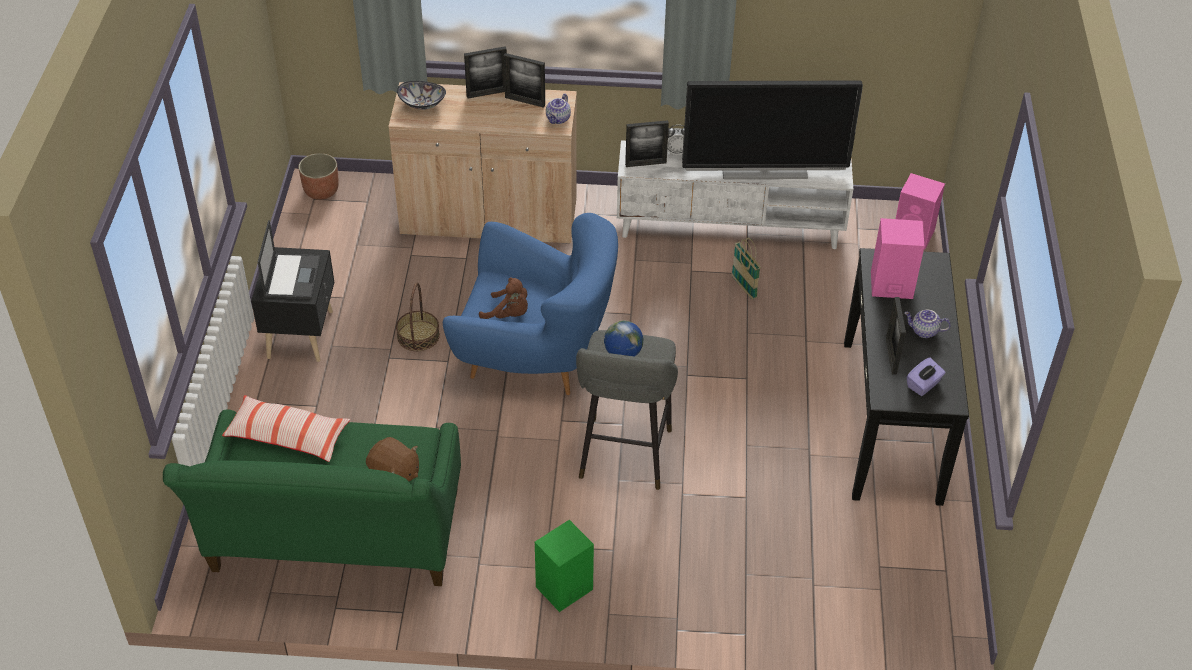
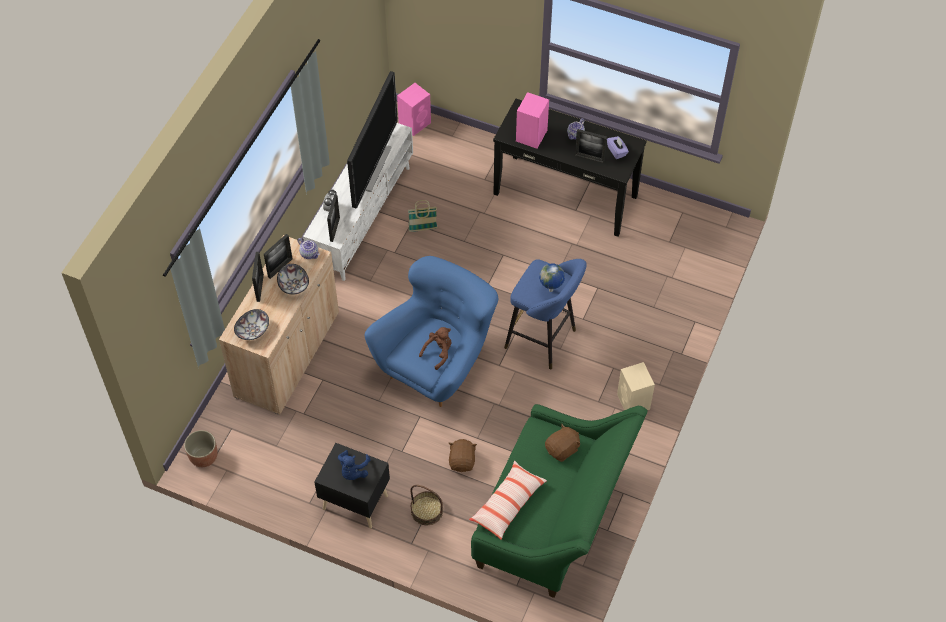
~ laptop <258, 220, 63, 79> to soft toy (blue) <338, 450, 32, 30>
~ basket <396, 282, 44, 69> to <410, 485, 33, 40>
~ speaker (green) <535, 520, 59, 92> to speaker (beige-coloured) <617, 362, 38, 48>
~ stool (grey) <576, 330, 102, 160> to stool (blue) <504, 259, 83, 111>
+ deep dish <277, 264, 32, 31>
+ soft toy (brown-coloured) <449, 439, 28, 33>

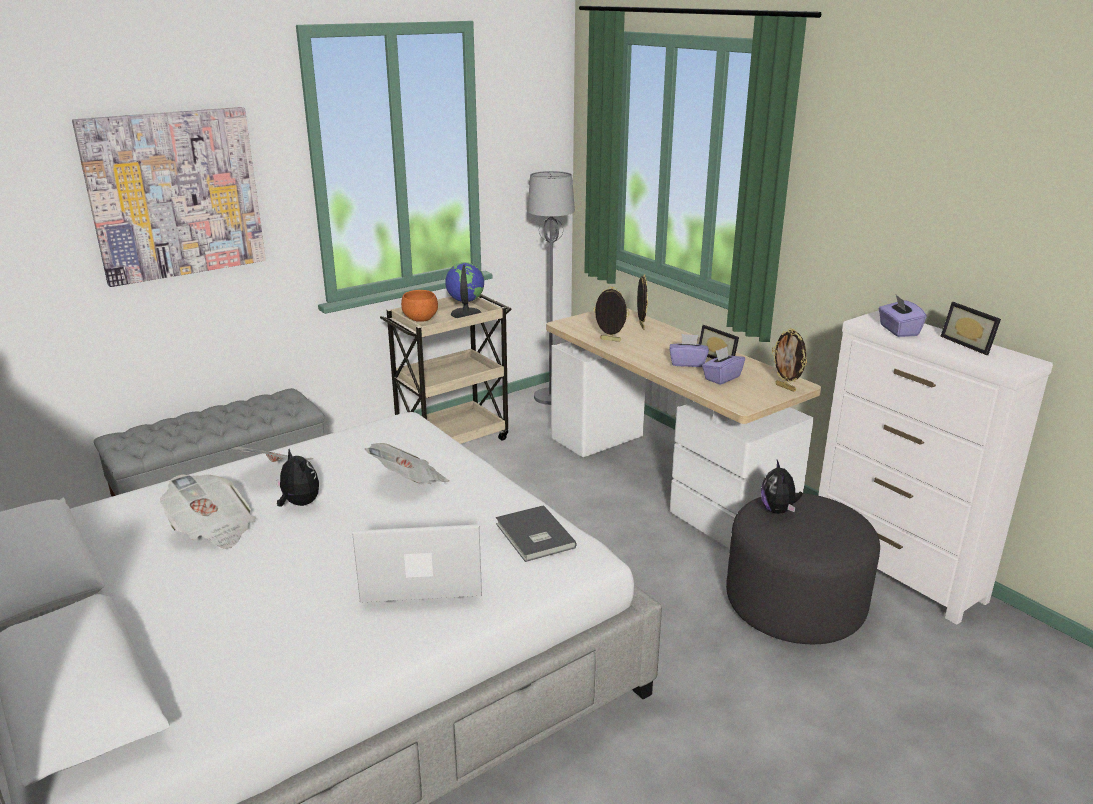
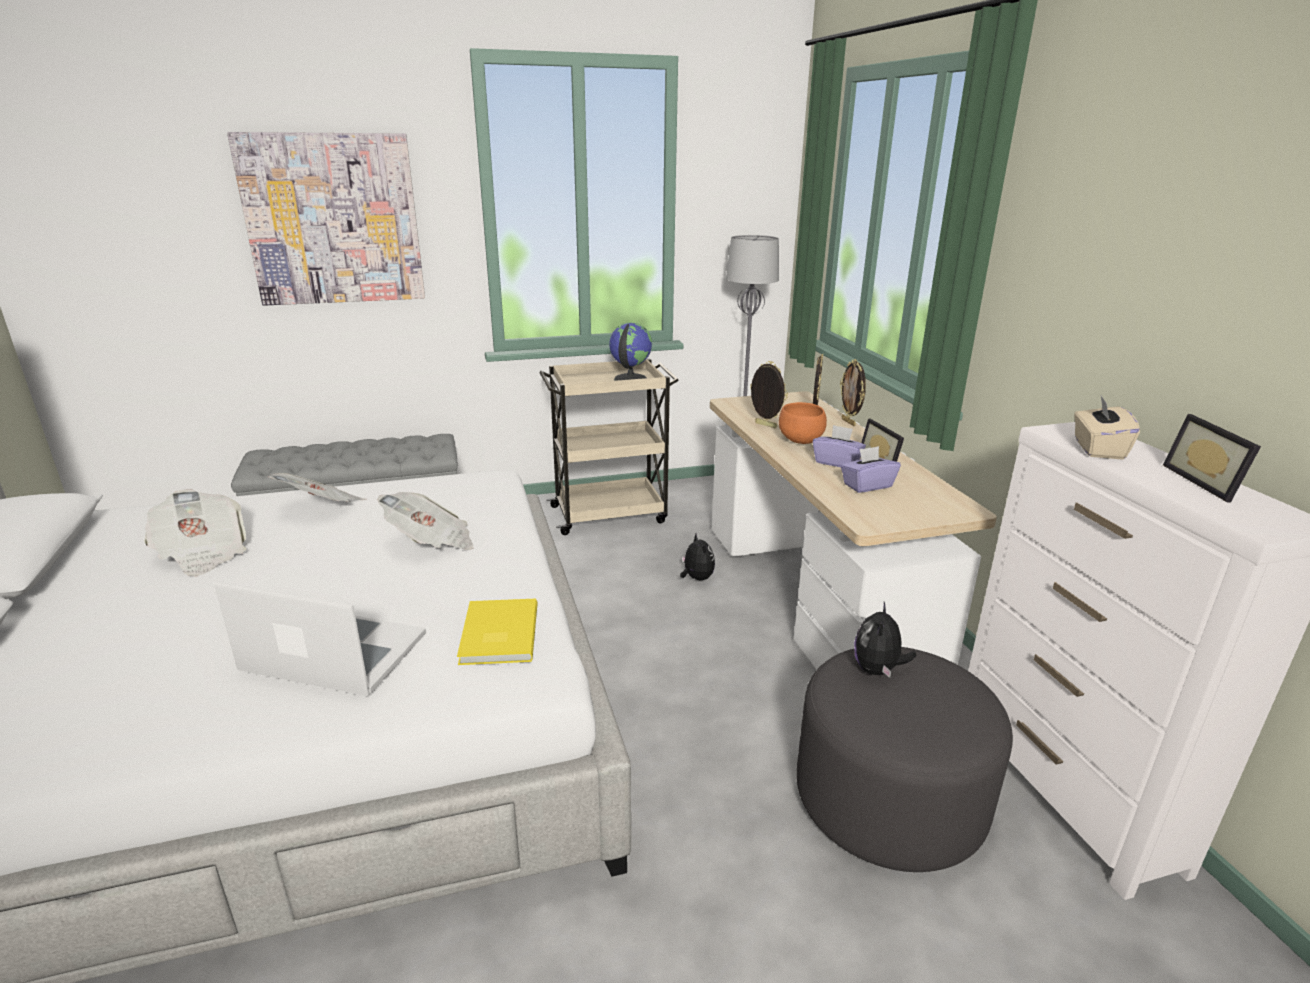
~ soft toy <276, 449, 43, 57> to <680, 534, 35, 46>
~ deep dish (orange-coloured) <401, 290, 37, 32> to <779, 402, 48, 42>
~ volume (grey) <496, 505, 81, 57> to volume (yellow) <457, 599, 81, 66>
~ picture frame <772, 328, 35, 64> to <840, 359, 26, 67>
~ box of tissues (purple) <878, 295, 49, 42> to box of tissues (beige-coloured) <1074, 396, 66, 64>

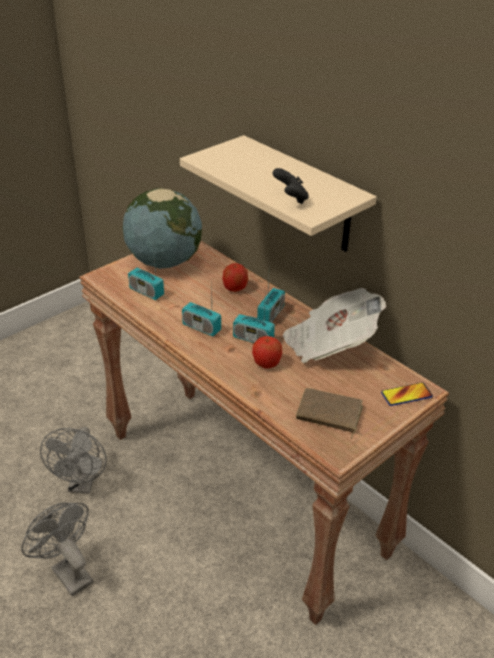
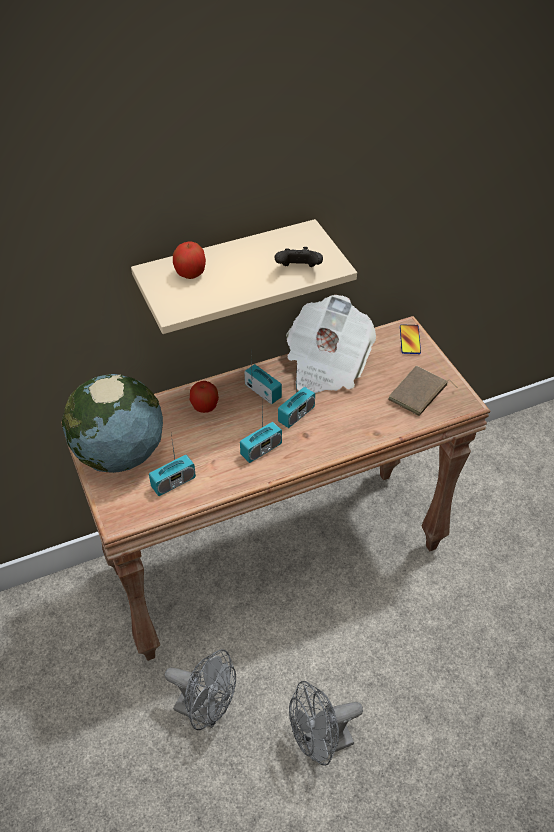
~ whole apple <252, 336, 30, 33> to <173, 242, 33, 37>

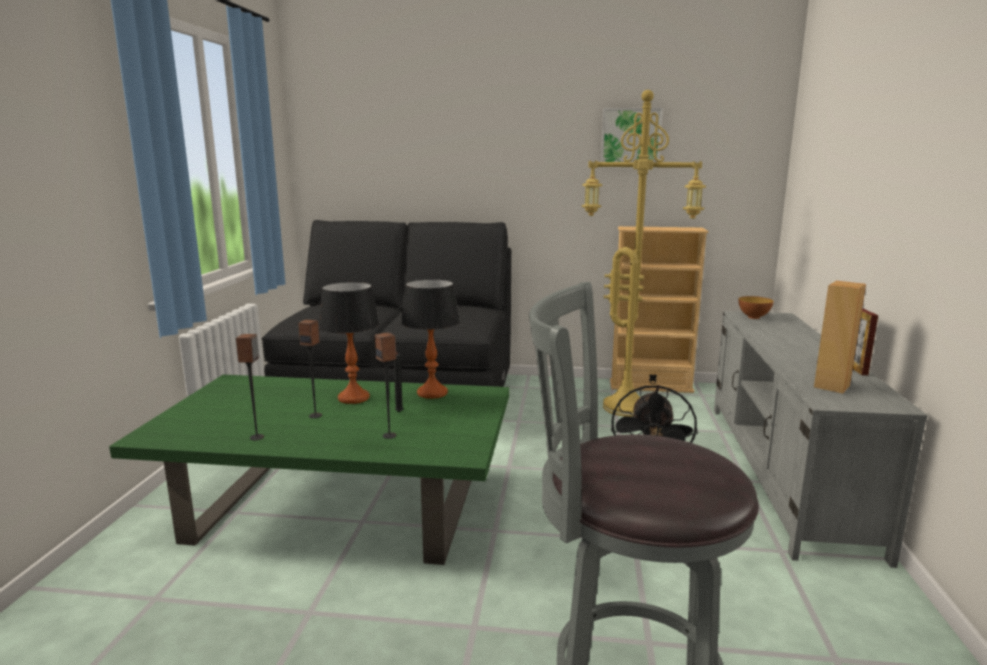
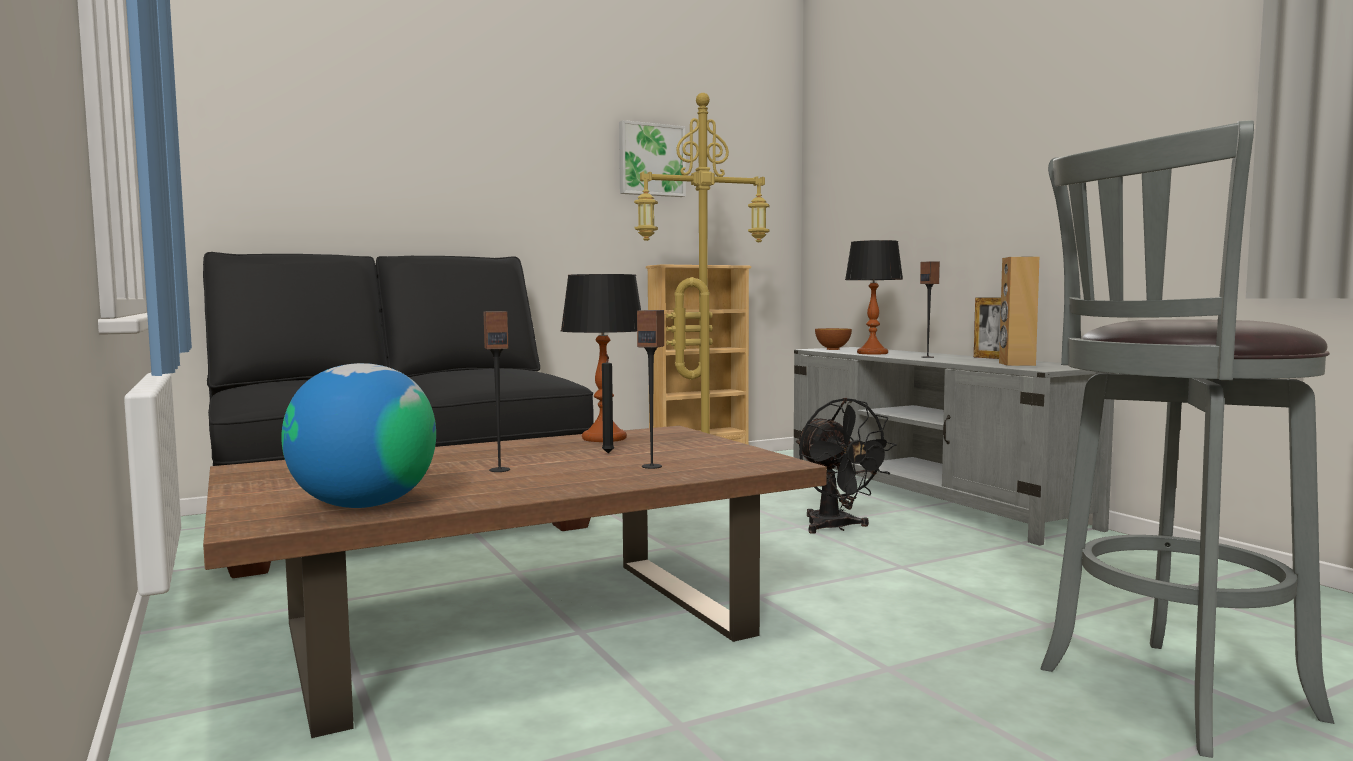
~ coffee table (green) <109, 375, 400, 190> to coffee table (brown-coloured) <203, 426, 624, 312>
~ speaker <236, 334, 28, 106> to <920, 261, 20, 97>
~ table lamp <318, 281, 62, 123> to <845, 240, 58, 115>
+ globe <281, 363, 155, 145>

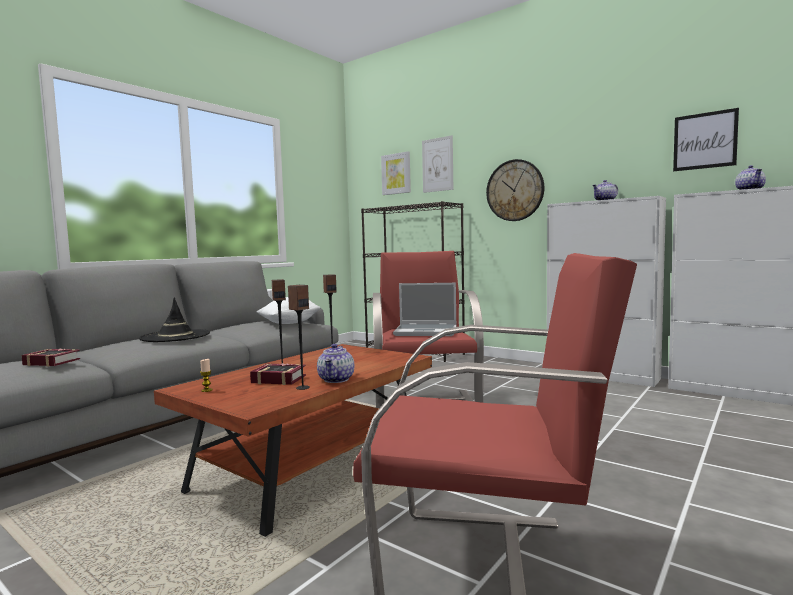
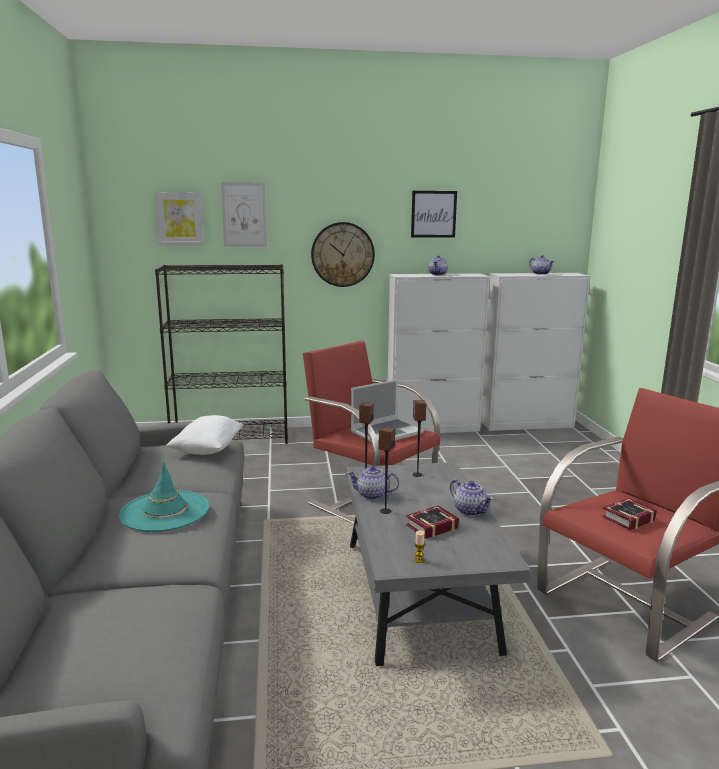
~ volume <21, 348, 59, 19> to <602, 498, 55, 32>
~ hat (blackish) <139, 297, 71, 45> to hat (turquoise) <119, 462, 90, 70>
~ coffee table (brown-coloured) <154, 344, 278, 193> to coffee table (grey) <345, 462, 186, 204>
~ speaker <288, 285, 22, 105> to <413, 400, 13, 77>
~ wall picture <673, 108, 66, 63> to <411, 191, 46, 47>
+ teapot <347, 466, 52, 34>

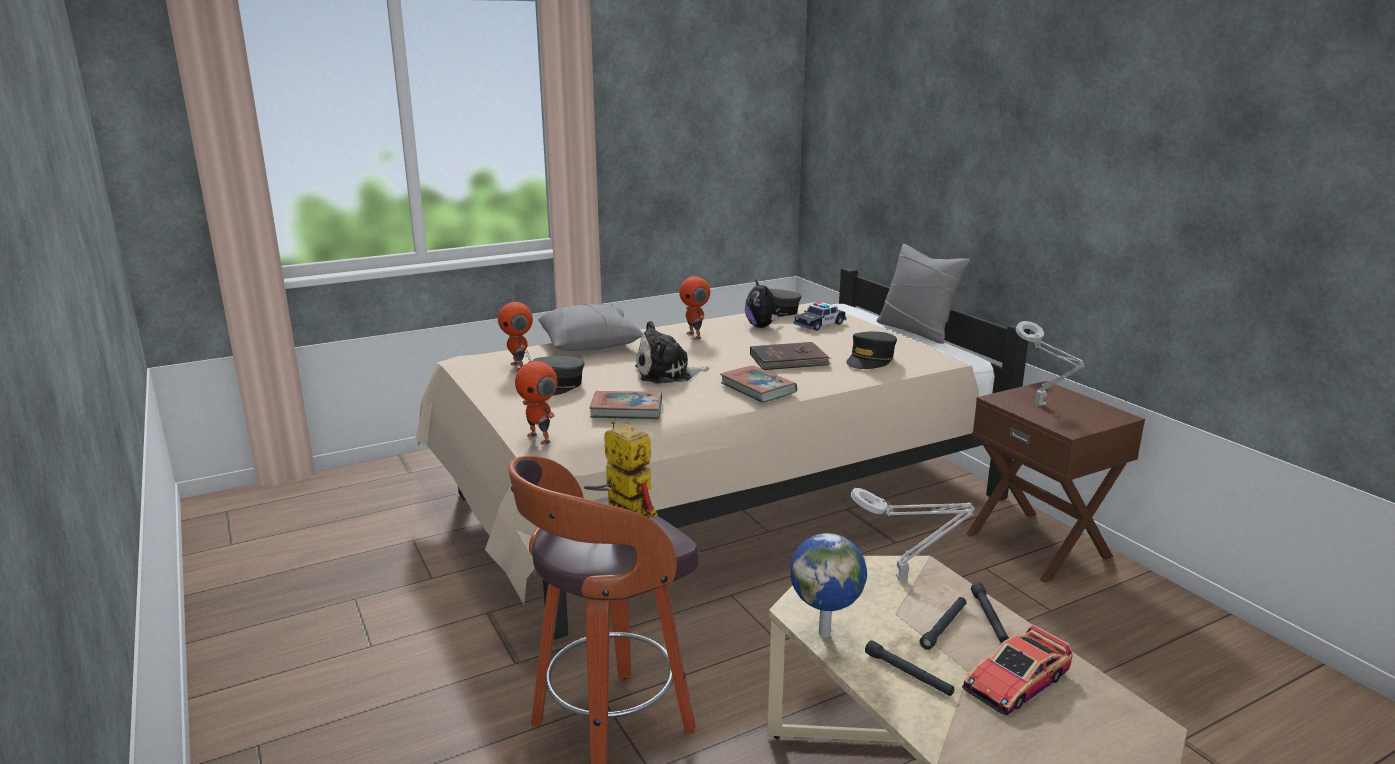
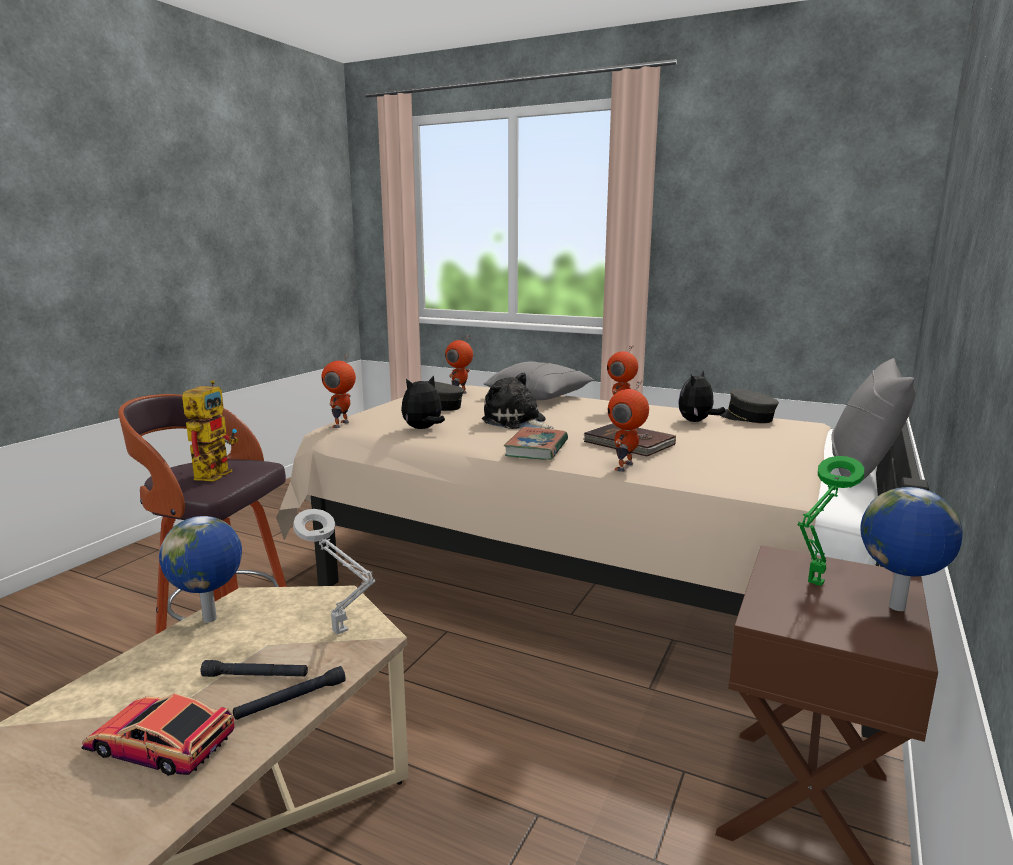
~ volume <590, 391, 72, 28> to soft toy <401, 375, 44, 54>
- model car <793, 302, 54, 29>
- cap (blackish) <846, 331, 51, 38>
- flashlight (blackish) <865, 640, 89, 56>
~ table lamp (grey) <1016, 321, 68, 85> to table lamp (green) <797, 456, 67, 130>
+ toy robot <608, 380, 41, 92>
+ globe <860, 487, 103, 124>

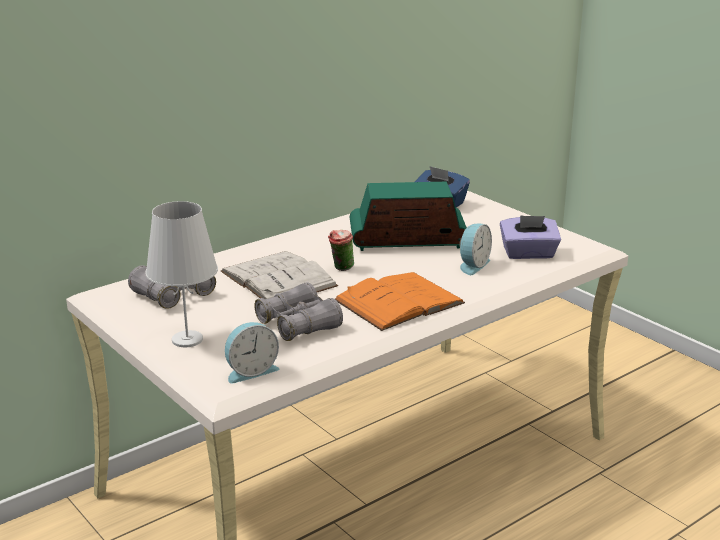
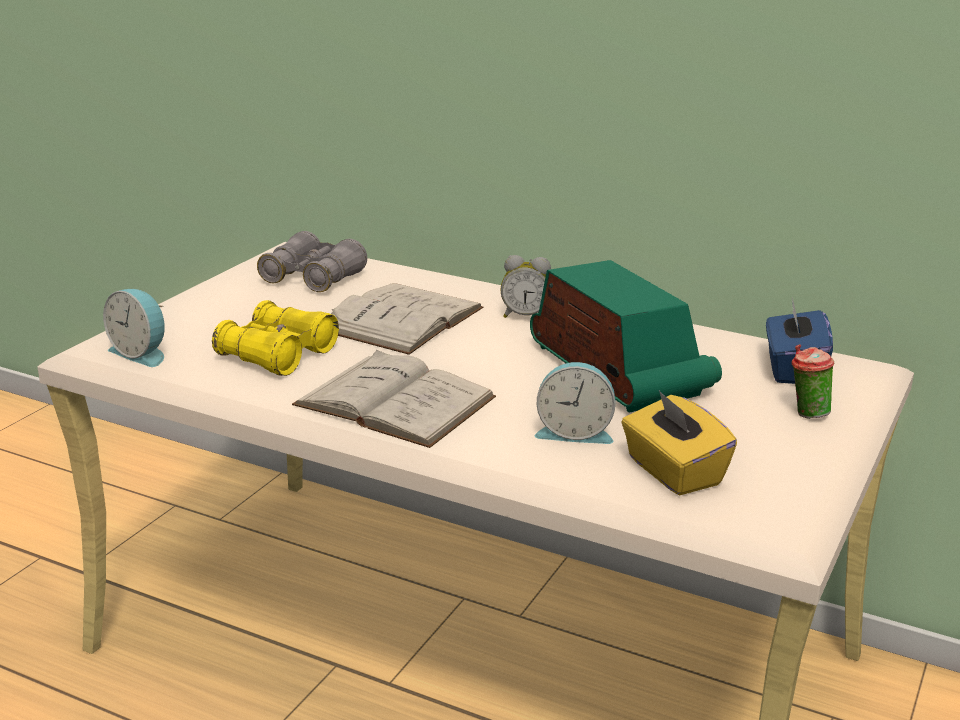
- table lamp (white-coloured) <145, 201, 73, 146>
~ pair of binoculars (grey) <254, 282, 89, 59> to pair of binoculars (yellow) <212, 300, 127, 76>
~ drinking cup <328, 230, 26, 41> to <792, 344, 42, 75>
~ volume (orange-coloured) <335, 272, 130, 59> to volume (white-coloured) <292, 350, 204, 98>
~ box of tissues (purple) <500, 215, 61, 44> to box of tissues (yellow) <621, 391, 116, 104>
+ alarm clock <500, 255, 51, 63>

